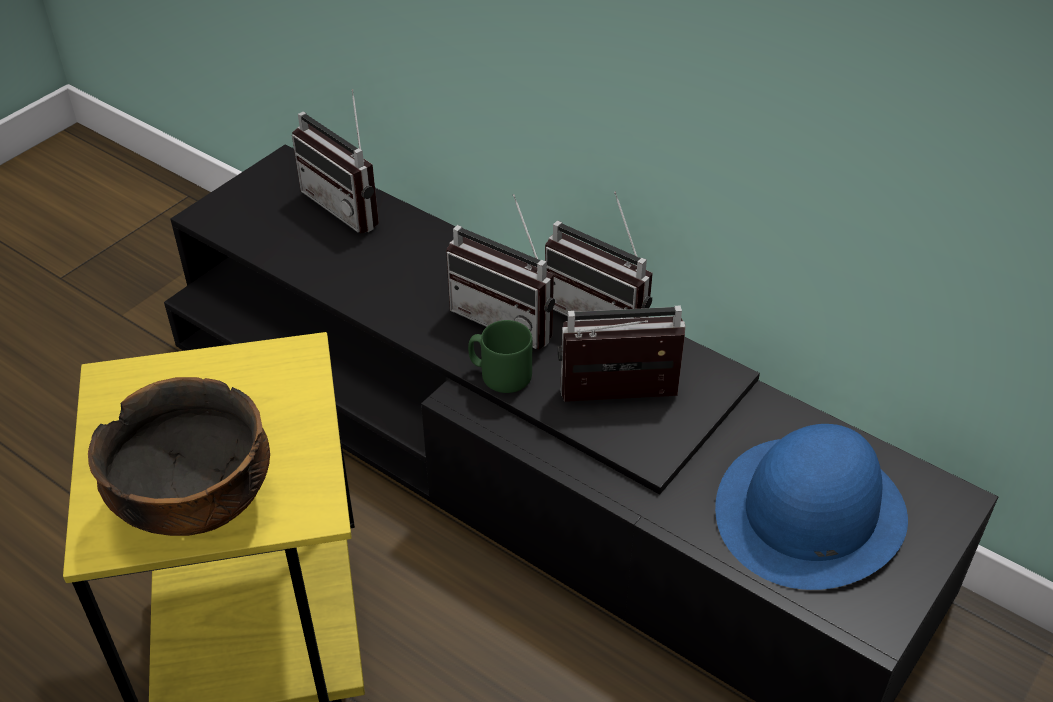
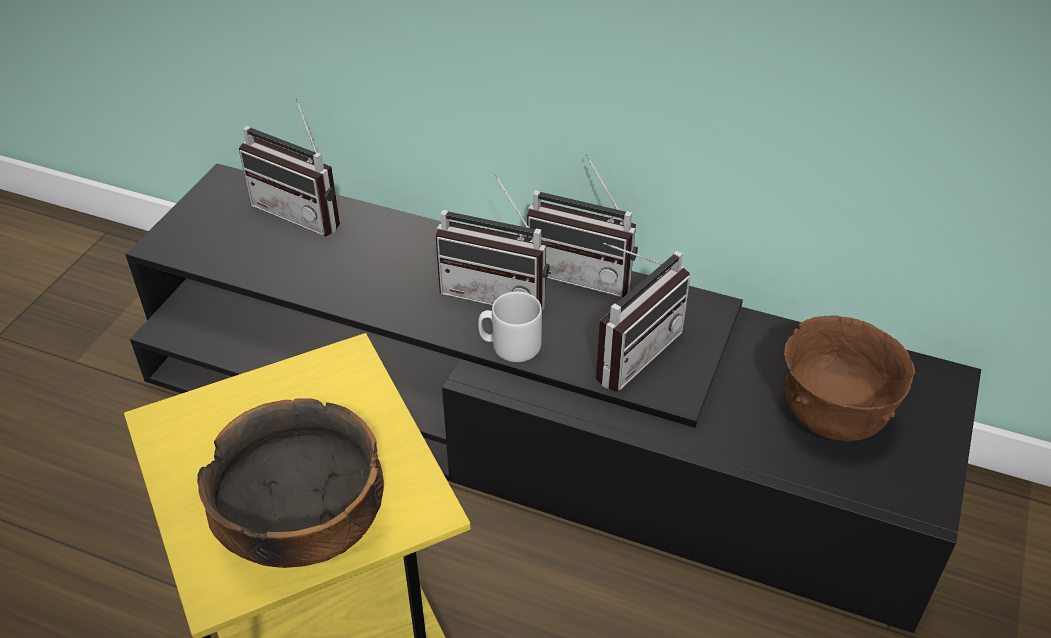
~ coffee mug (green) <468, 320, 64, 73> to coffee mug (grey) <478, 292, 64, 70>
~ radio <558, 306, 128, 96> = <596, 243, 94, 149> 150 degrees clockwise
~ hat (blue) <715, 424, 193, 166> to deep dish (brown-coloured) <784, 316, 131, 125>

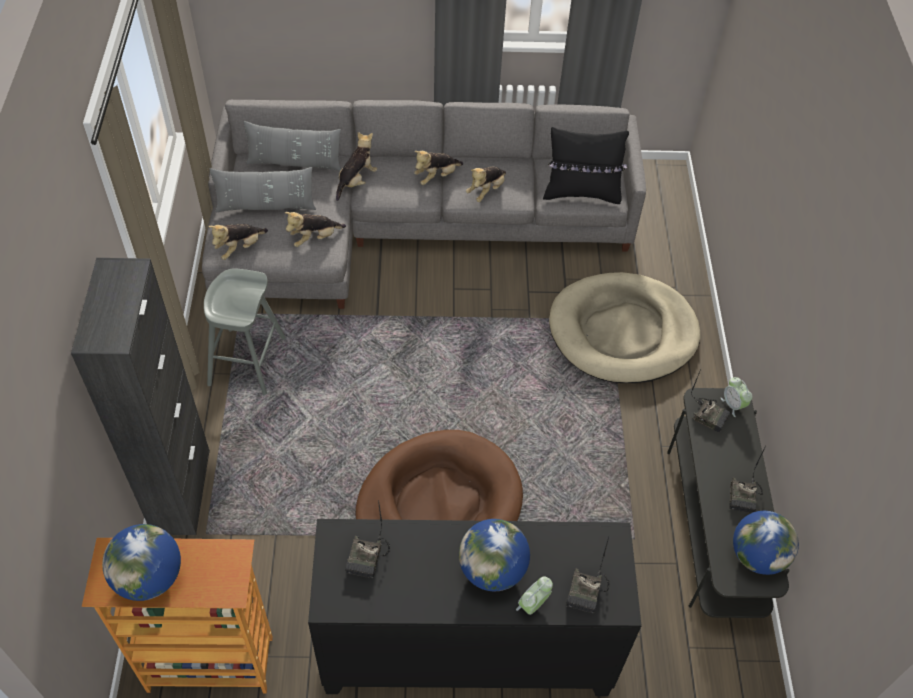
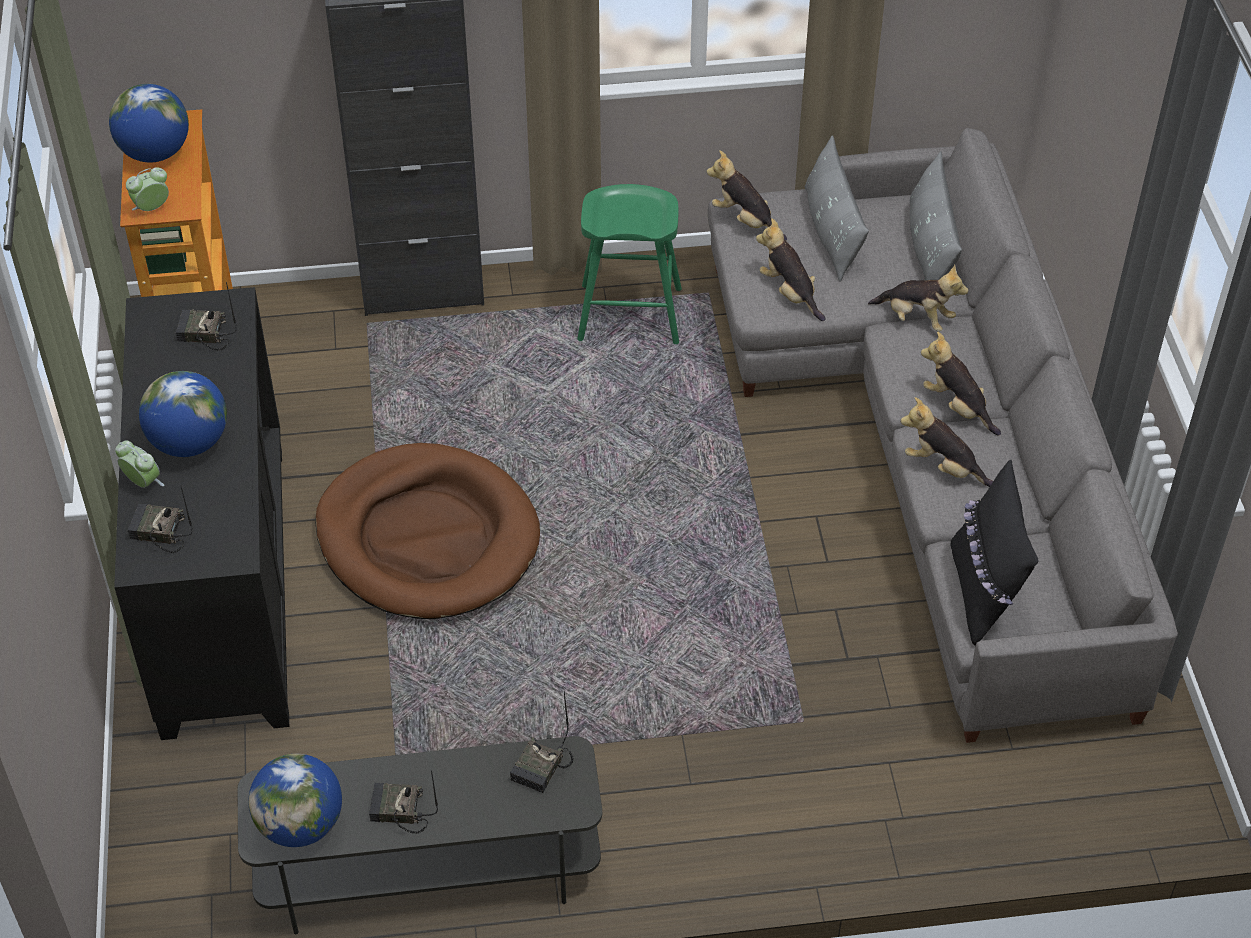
~ stool (grey) <204, 268, 82, 127> to stool (green) <577, 184, 105, 160>
- pet bed (beige-coloured) <549, 272, 151, 111>
~ alarm clock <721, 377, 32, 40> to <126, 167, 43, 44>

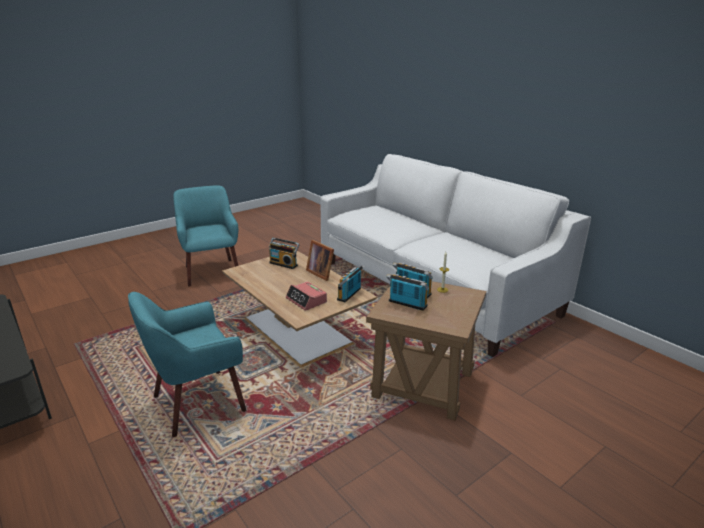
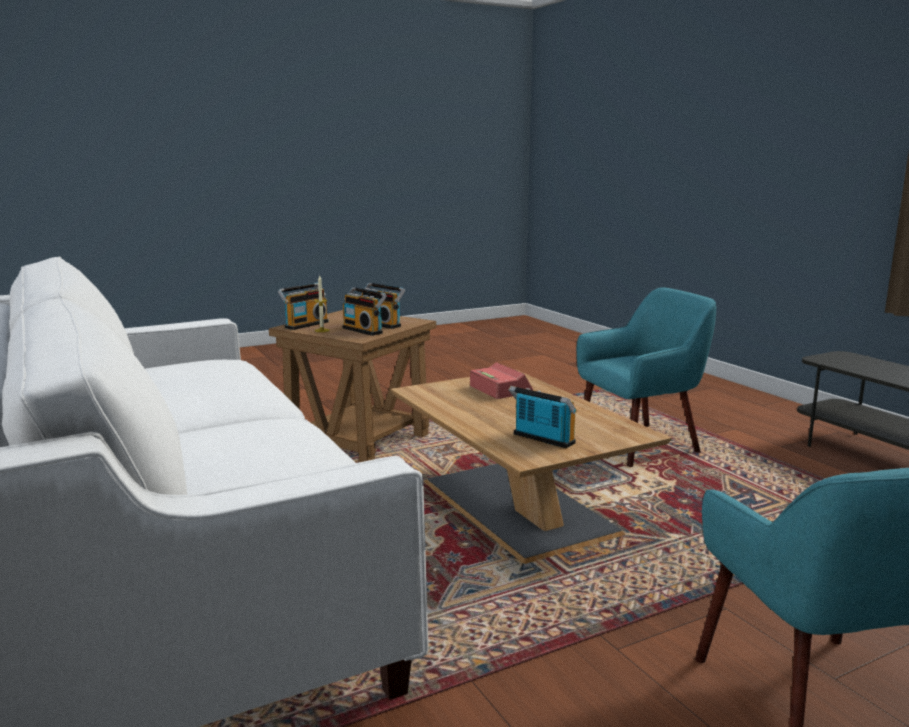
- picture frame <306, 240, 28, 41>
~ radio <337, 265, 27, 37> to <278, 283, 51, 47>

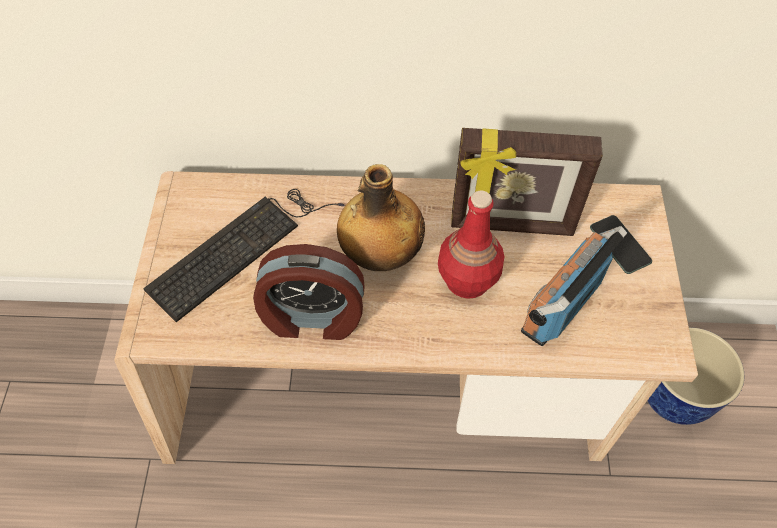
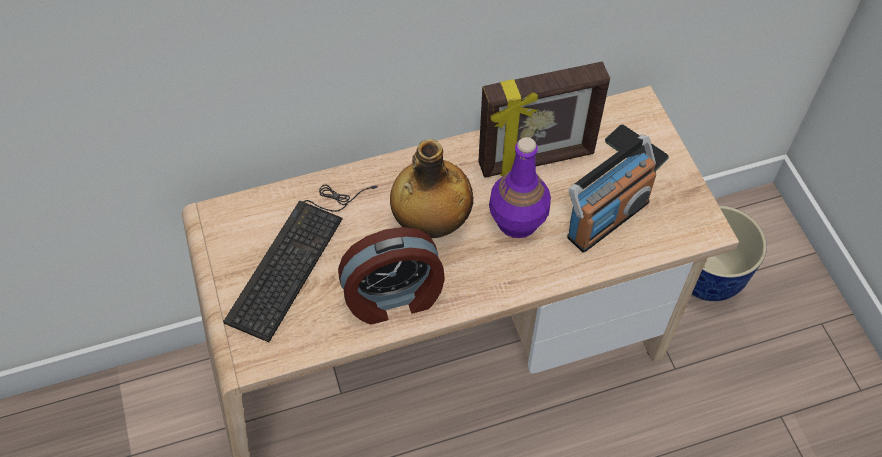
~ drink bottle (red) <438, 190, 67, 109> to drink bottle (purple) <489, 137, 62, 101>
~ radio <521, 226, 106, 120> = <567, 135, 89, 118> 150 degrees counterclockwise

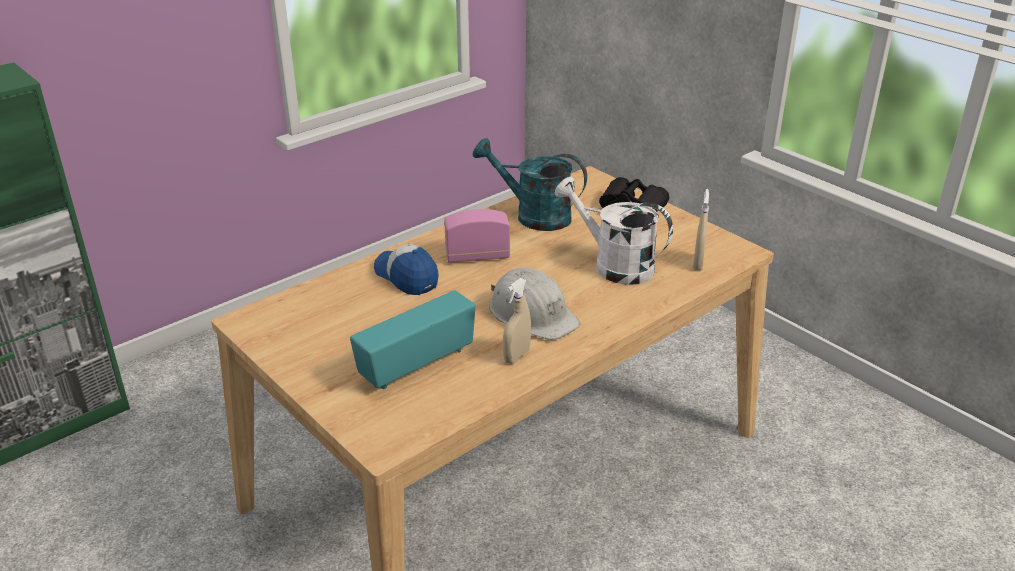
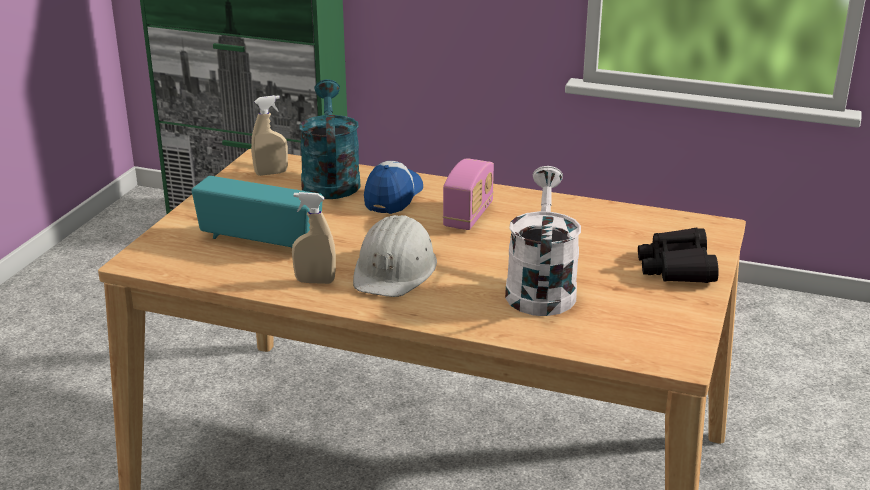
~ radio <444, 209, 66, 54> = <443, 158, 51, 72> 60 degrees clockwise
~ watering pot (turquoise) <473, 138, 114, 93> to <299, 79, 62, 120>
~ sprayer (beige-coloured) <693, 189, 16, 82> to <251, 95, 37, 81>

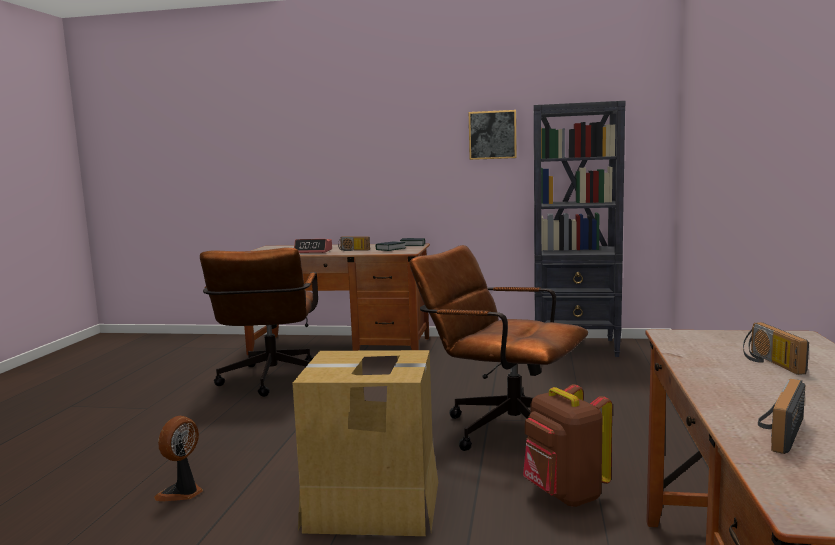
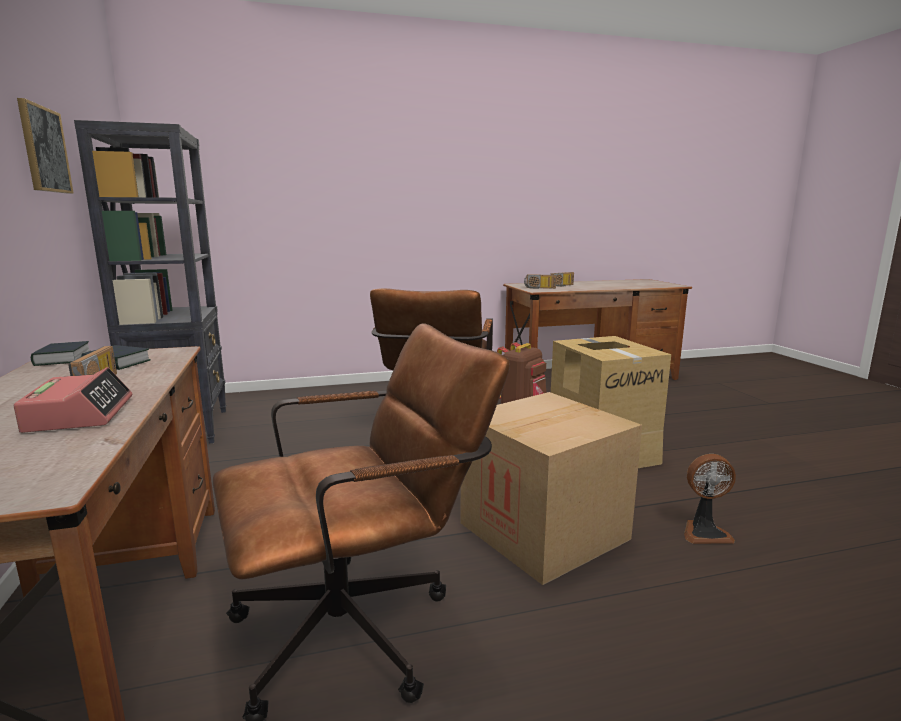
~ radio <758, 379, 48, 75> to <524, 274, 32, 15>
+ cardboard box <460, 392, 182, 193>

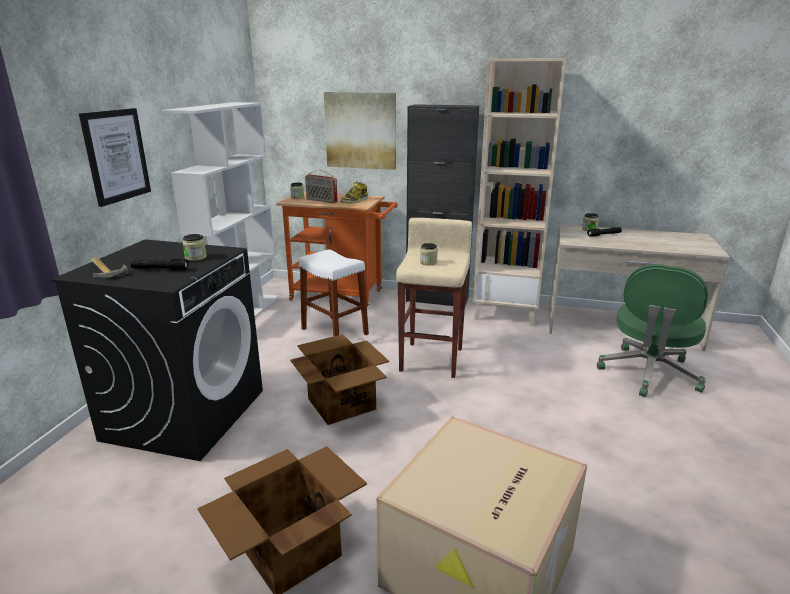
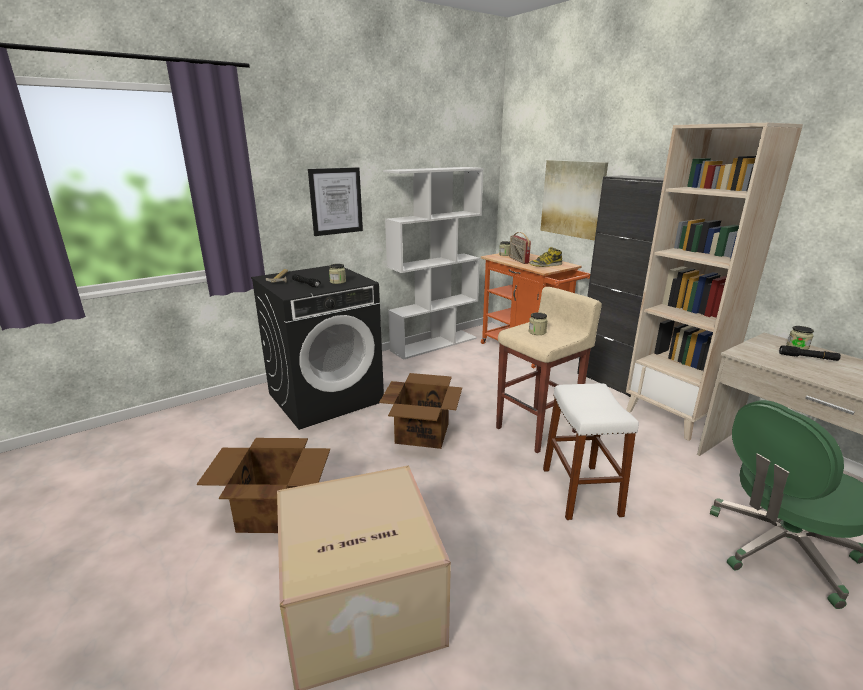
~ stool (white-coloured) <299, 250, 70, 86> to <543, 383, 96, 137>

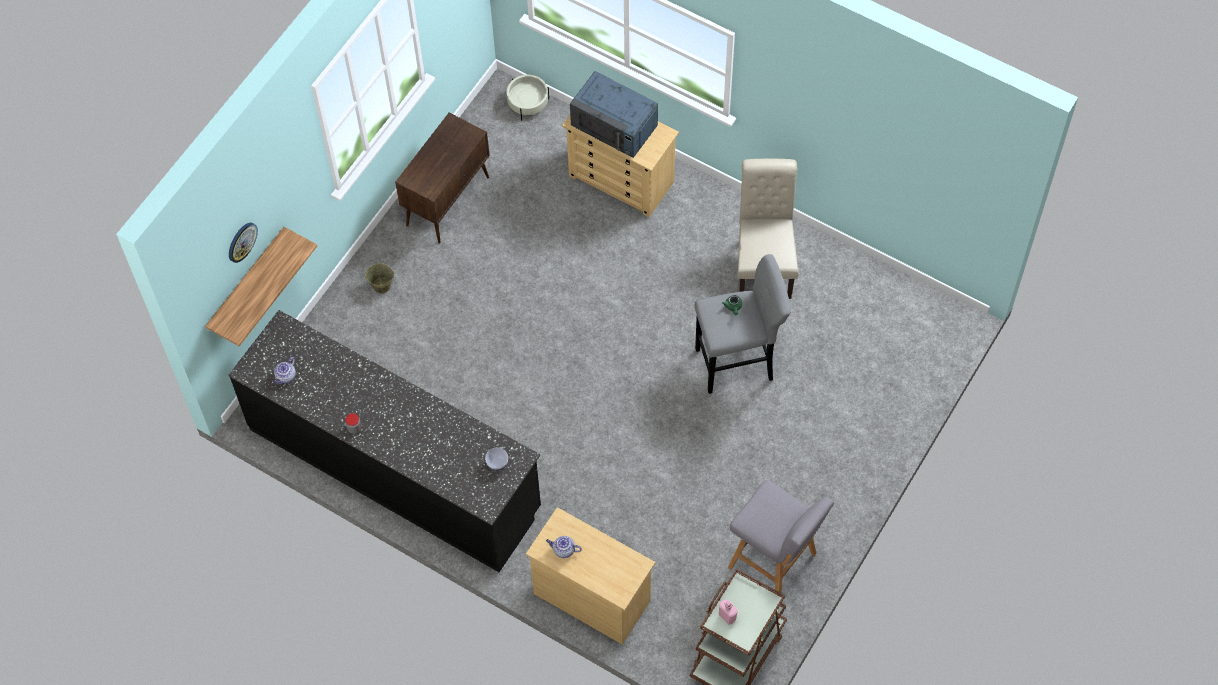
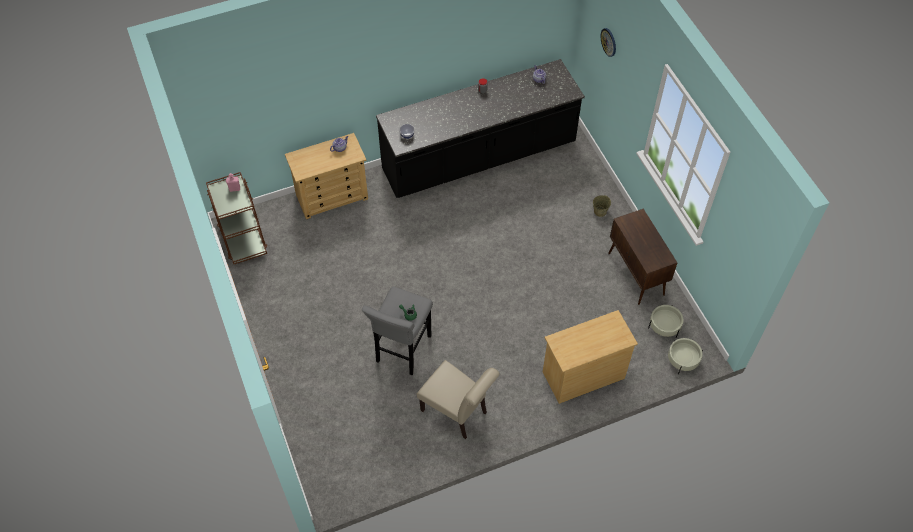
- shelf <205, 227, 112, 119>
- microwave oven (blue) <570, 71, 88, 87>
- stool (grey) <728, 480, 106, 115>
+ plant pot (beige-coloured) <648, 305, 36, 33>

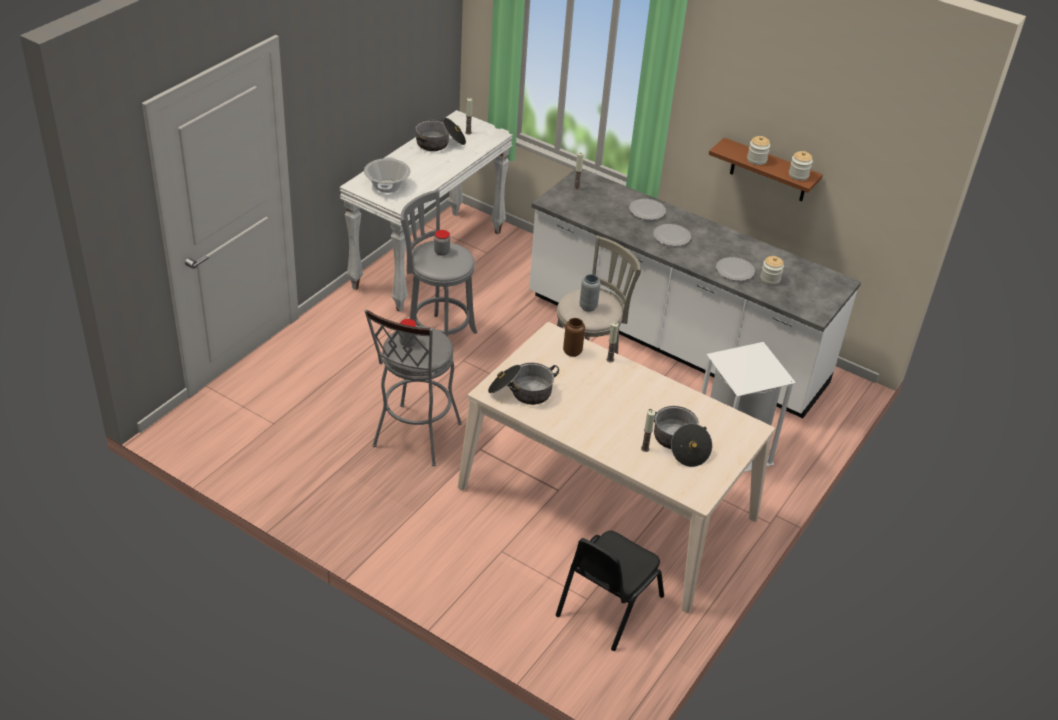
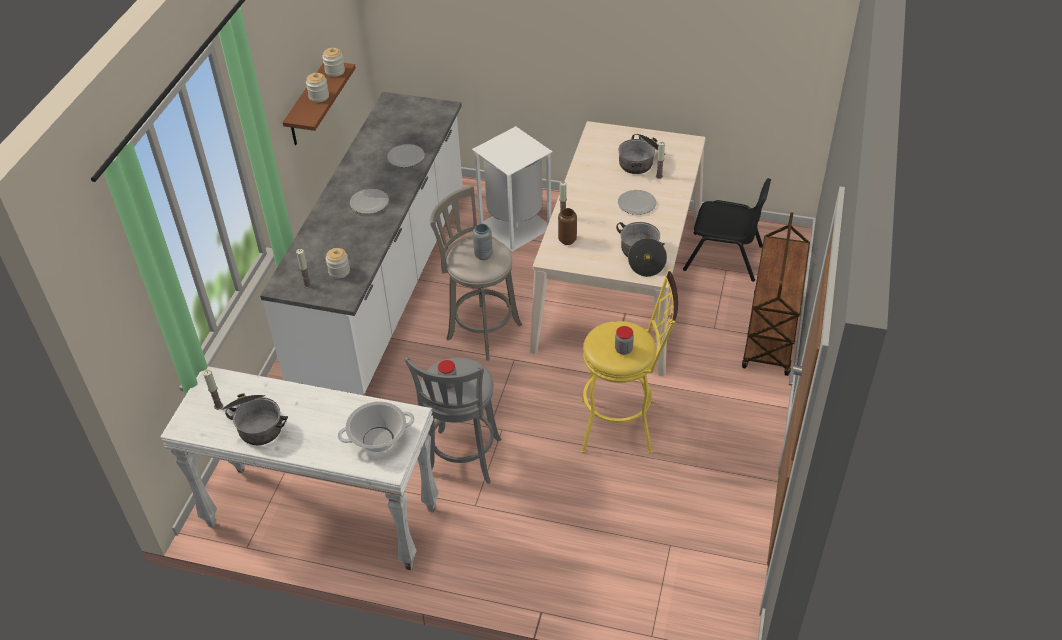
~ stool (grey) <365, 309, 97, 157> to stool (yellow) <581, 269, 97, 185>
~ plate <629, 199, 37, 21> to <618, 190, 38, 25>
~ preserve jar <760, 256, 24, 29> to <326, 248, 24, 31>
+ wheeled cart (brown-coloured) <742, 212, 68, 164>

